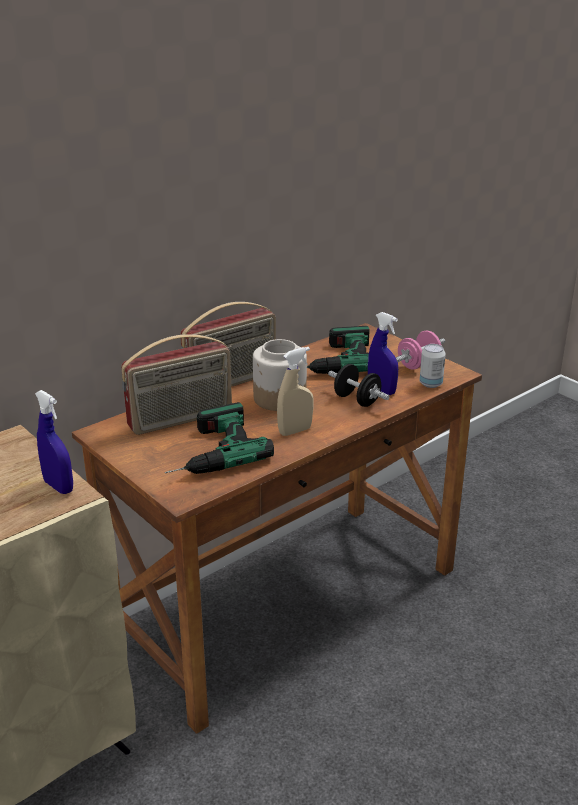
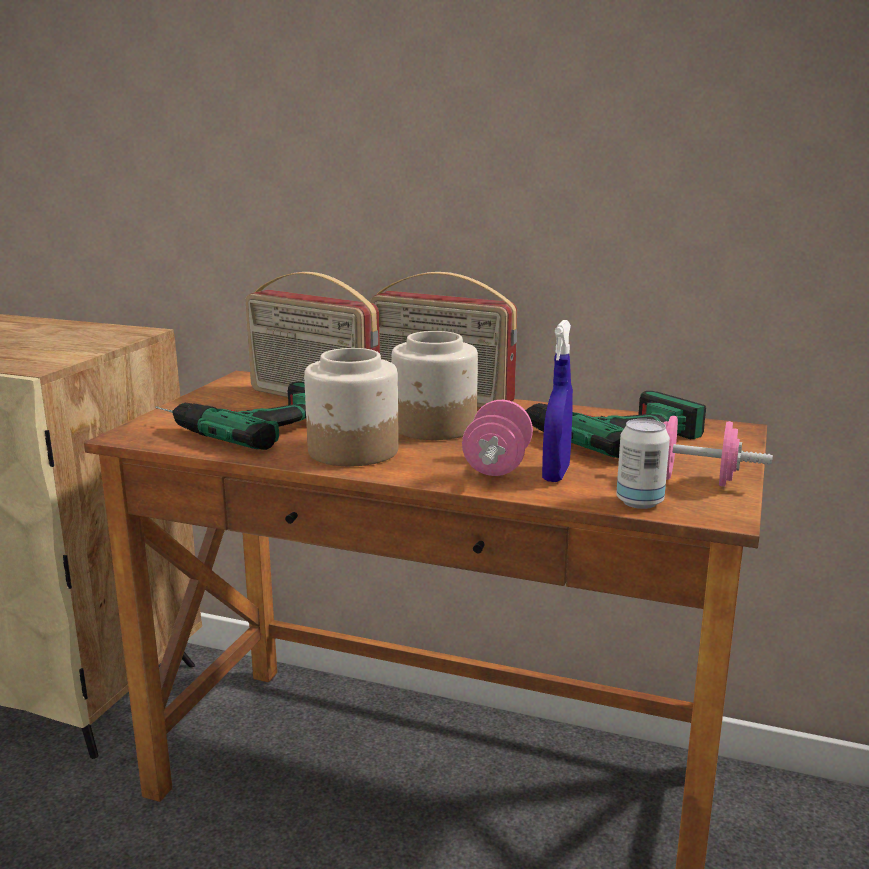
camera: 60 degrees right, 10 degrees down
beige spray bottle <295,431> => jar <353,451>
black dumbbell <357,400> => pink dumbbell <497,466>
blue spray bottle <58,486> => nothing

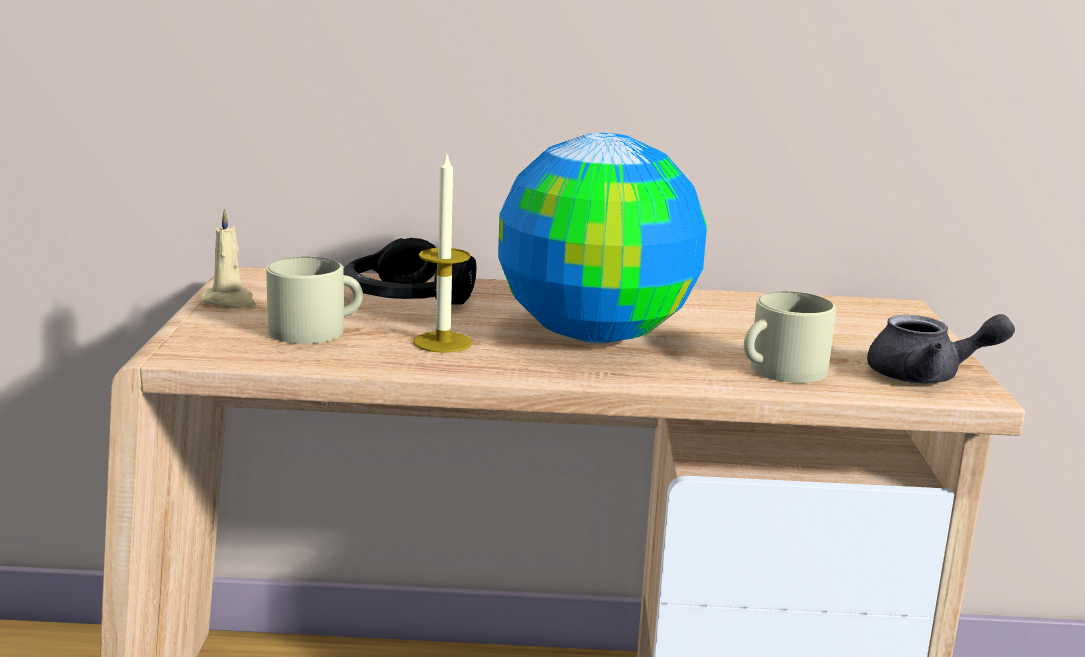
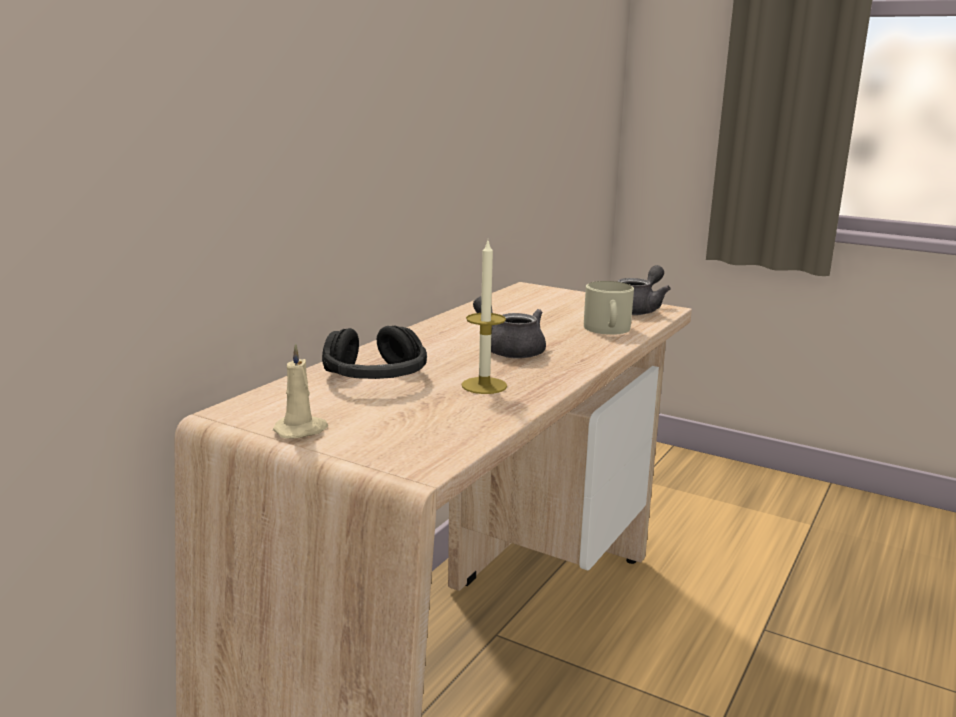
camera: 60 degrees left, 0 degrees up
globe <594,335> => grey teapot <510,349>
beige mug <316,330> => nothing

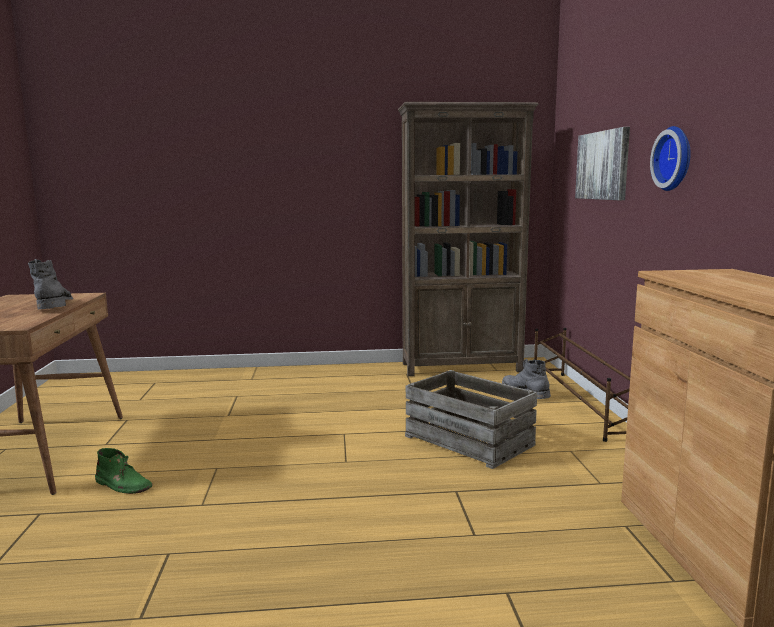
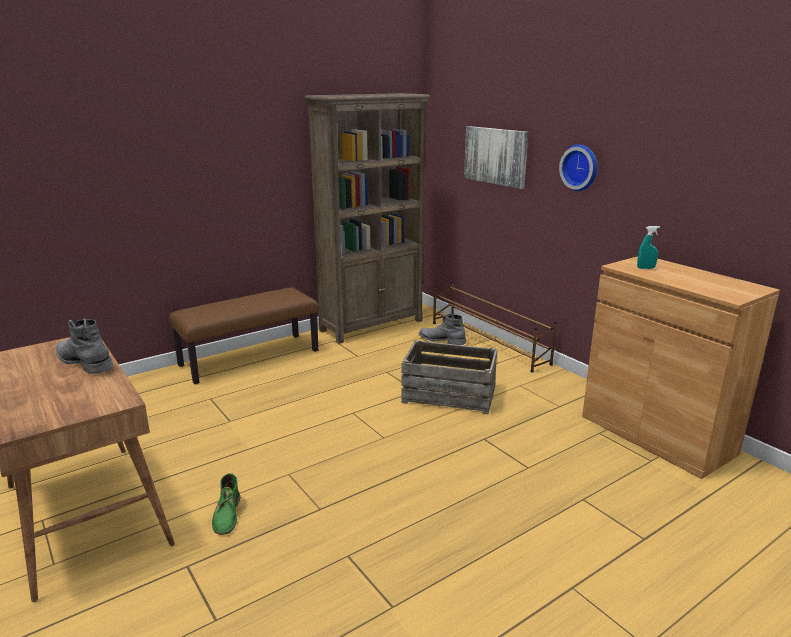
camera: 30 degrees left, 10 degrees up
green boot <123,485> => green boot <227,515>, 90 degrees clockwise
nothing => turquoise spray bottle <645,268>
nothing => brown bench <250,358>

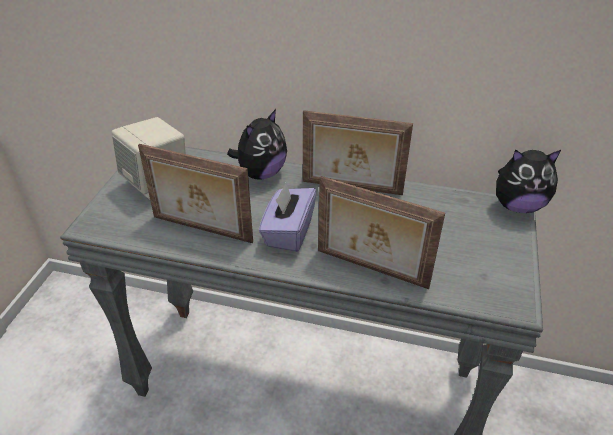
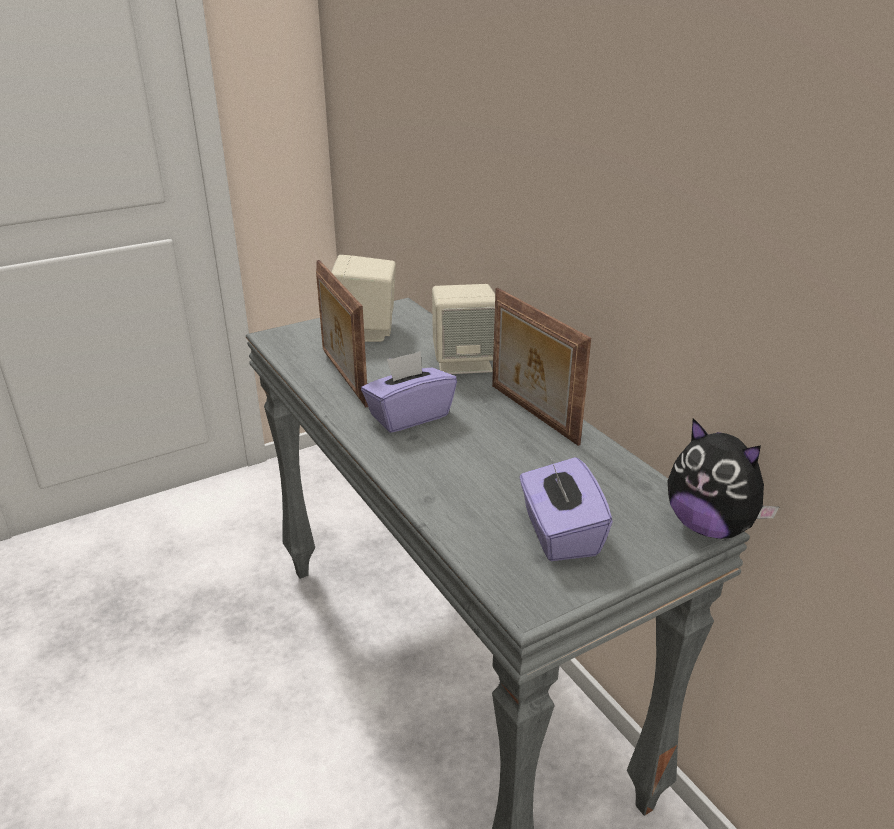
camera: 45 degrees right, 10 degrees down
plush toy <261,173> => beige speaker <464,362>
picture frame <371,270> => nothing
nothing => purple tissue box <559,533>

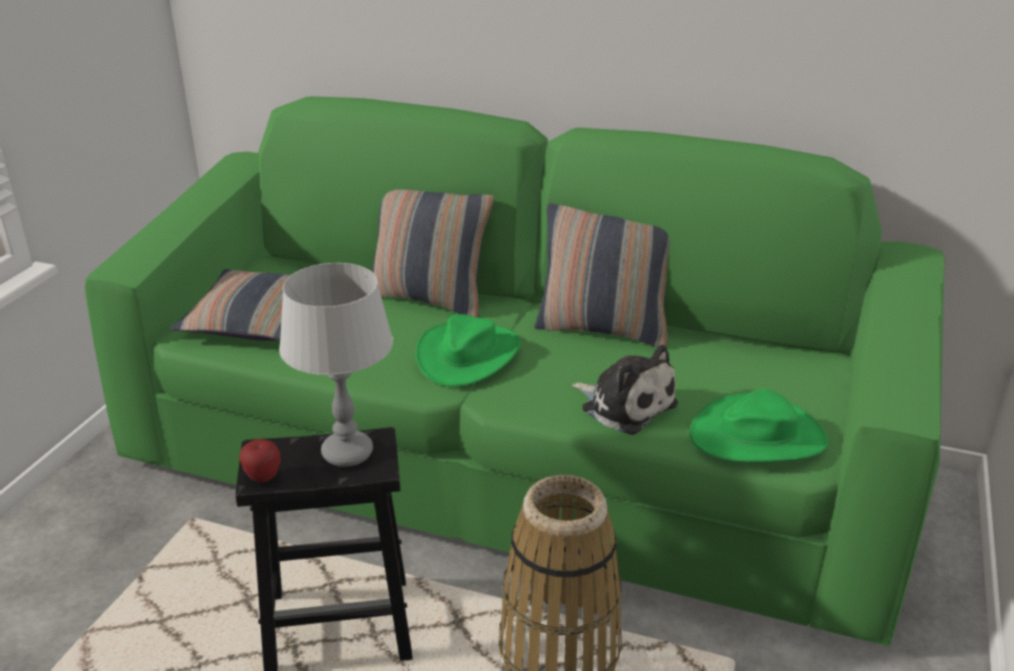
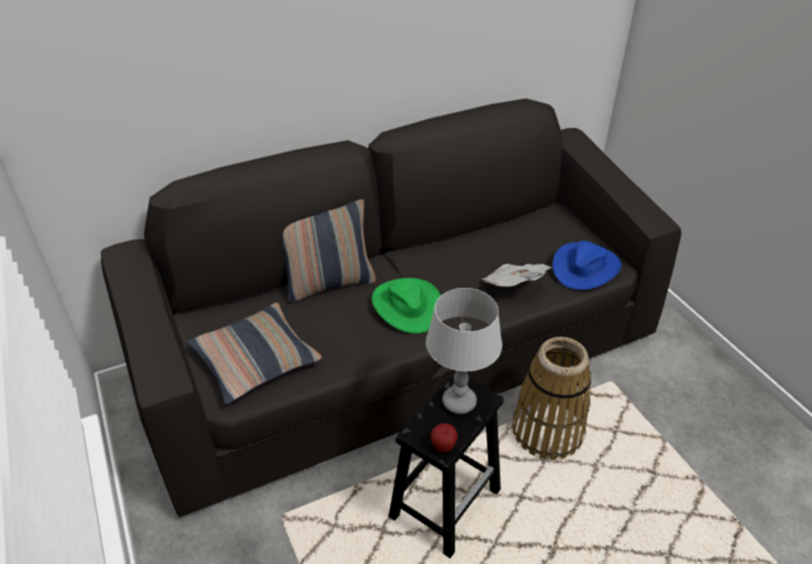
camera: 45 degrees left, 10 degrees up
green sofa <510,466> => black sofa <406,357>
pillow <603,329> => nothing
plush toy <625,405> => newspaper <513,286>
green hat <758,436> => blue hat <585,267>

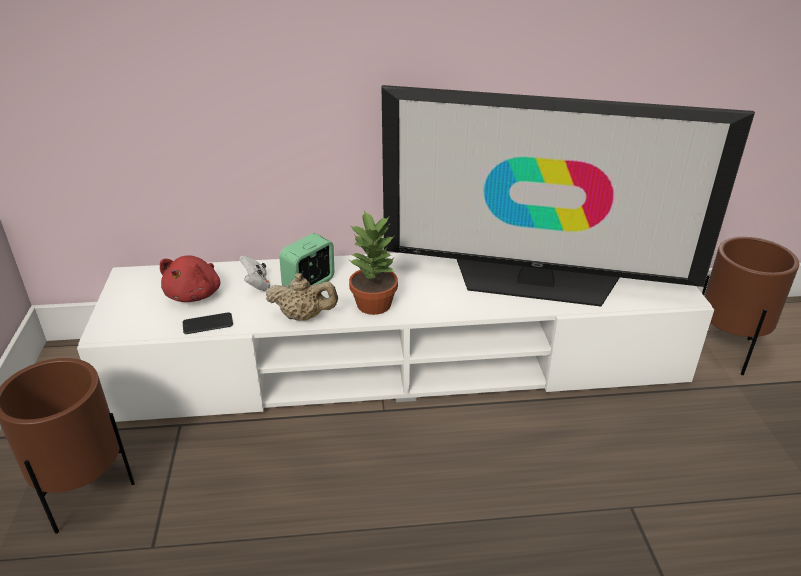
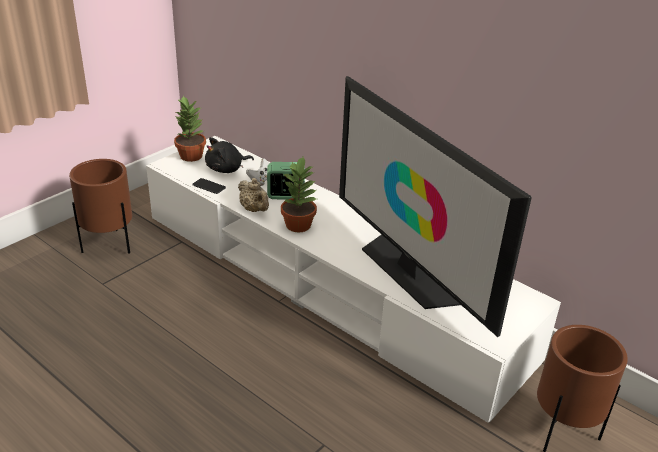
camera: 45 degrees right, 0 degrees up
red plush toy <195,294> => black plush toy <227,169>
nothing => potted plant <190,156>

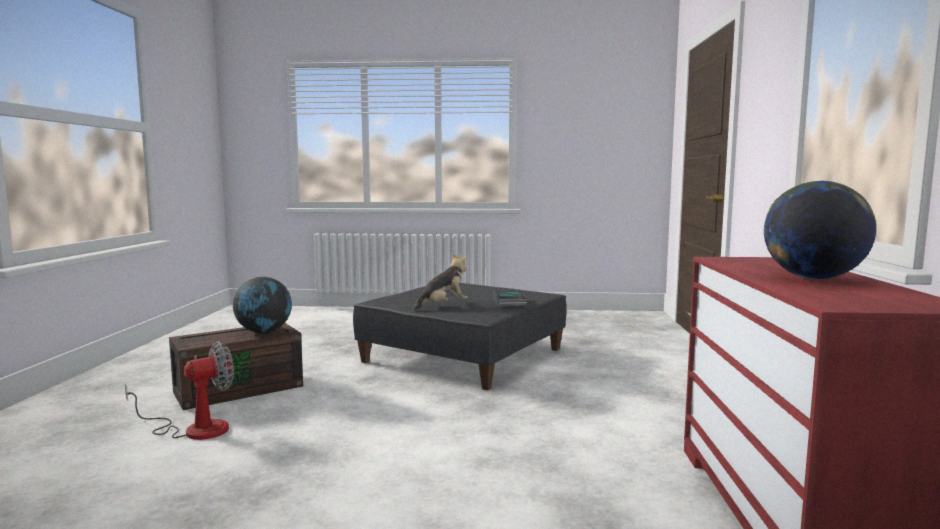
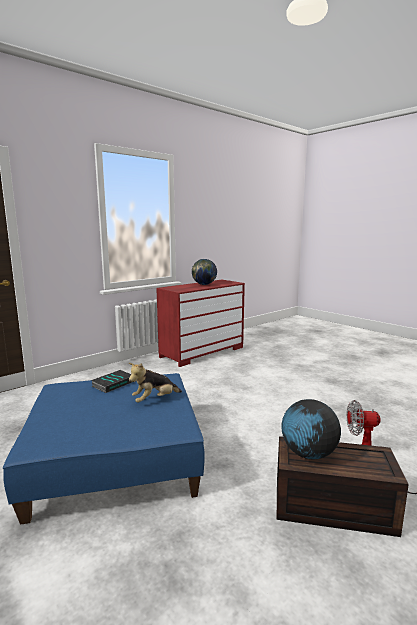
camera: 135 degrees left, 5 degrees up
plush toy <443,306> => plush toy <154,400>, 45 degrees counterclockwise
grey ottoman <464,356> => blue ottoman <116,458>

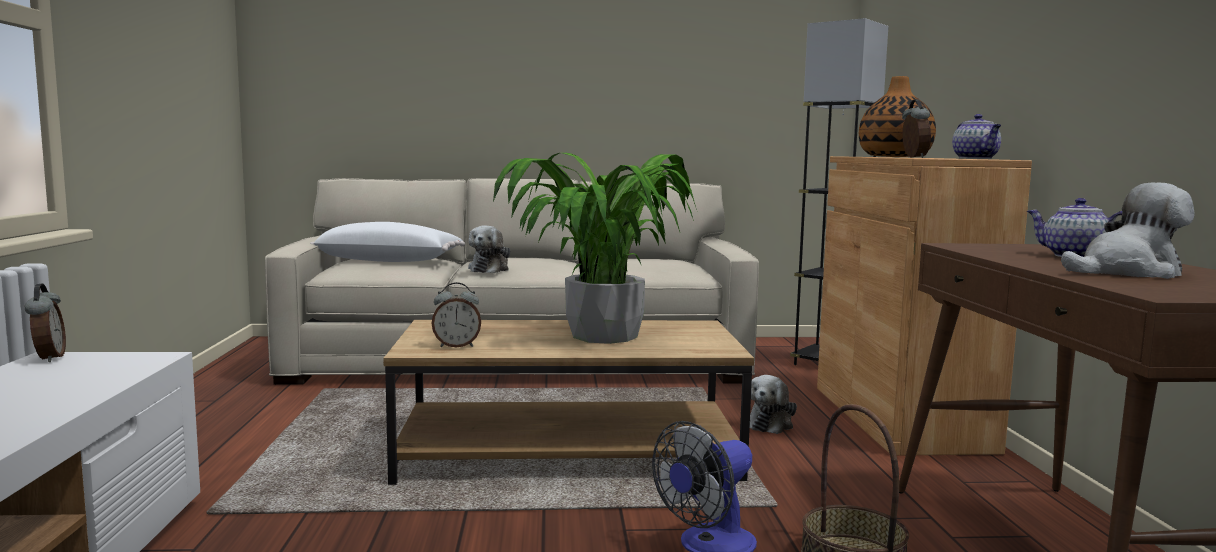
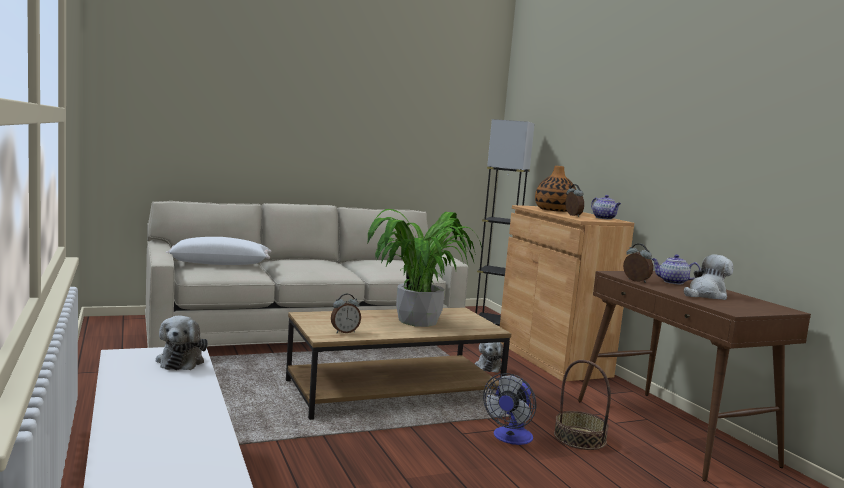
camera: 20 degrees left, 0 degrees up
plush toy <490,269> => plush toy <181,361>, moved
alarm clock <48,358> => alarm clock <635,281>, moved

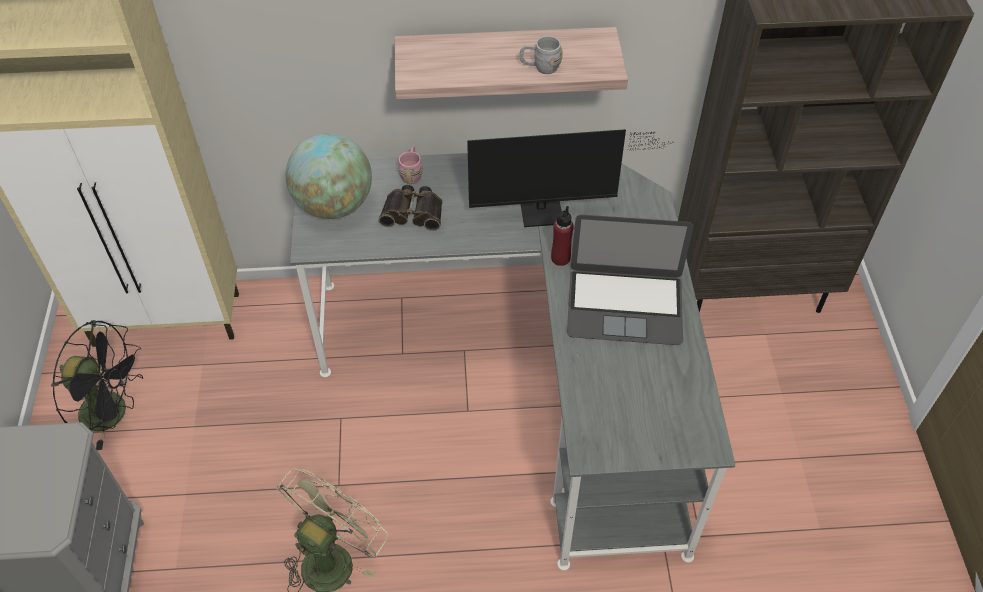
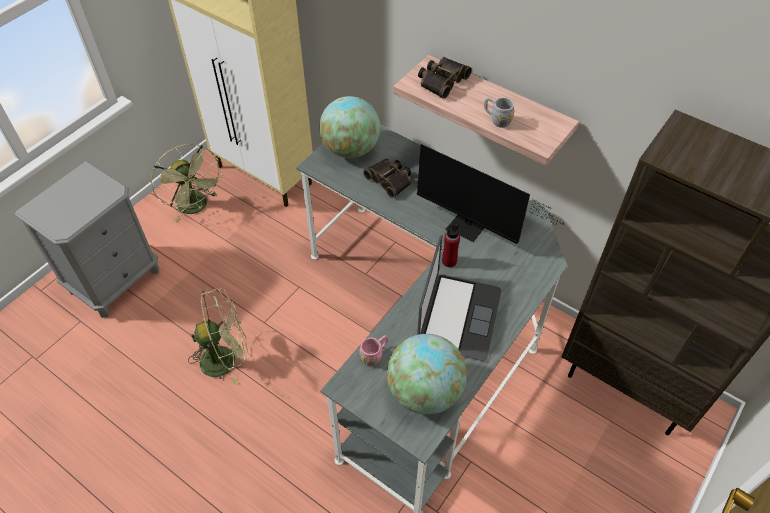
camera: 40 degrees right, 0 degrees up
pink mug <412,173> => pink mug <375,355>, moved
laptop <625,306> => laptop <459,316>, 120 degrees counterclockwise
black fan <114,412> => green fan <197,207>
nothing => binoculars <442,80>
nothing => globe <425,391>

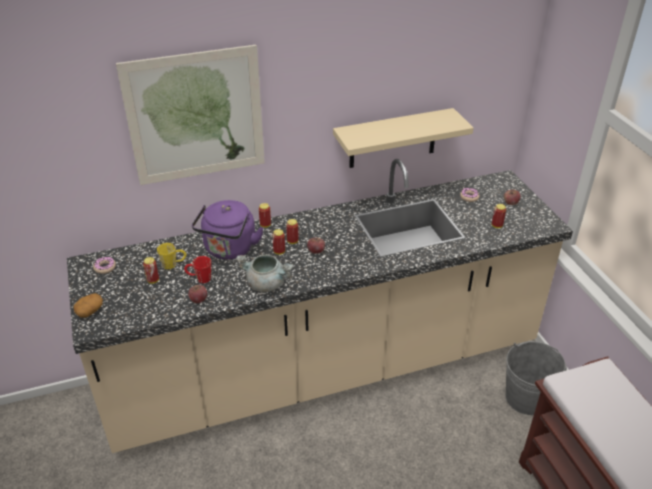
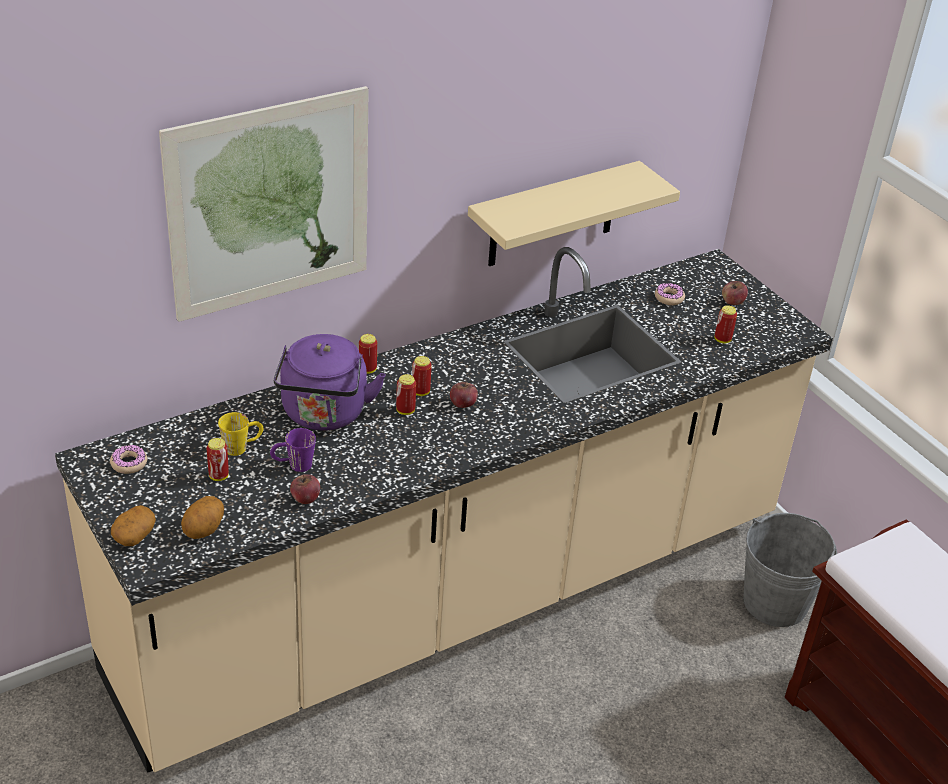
camera: 15 degrees left, 0 degrees up
grey cooking pot <266,284> => nothing
red mug <199,278> => purple mug <293,465>
nothing => potato <204,530>

